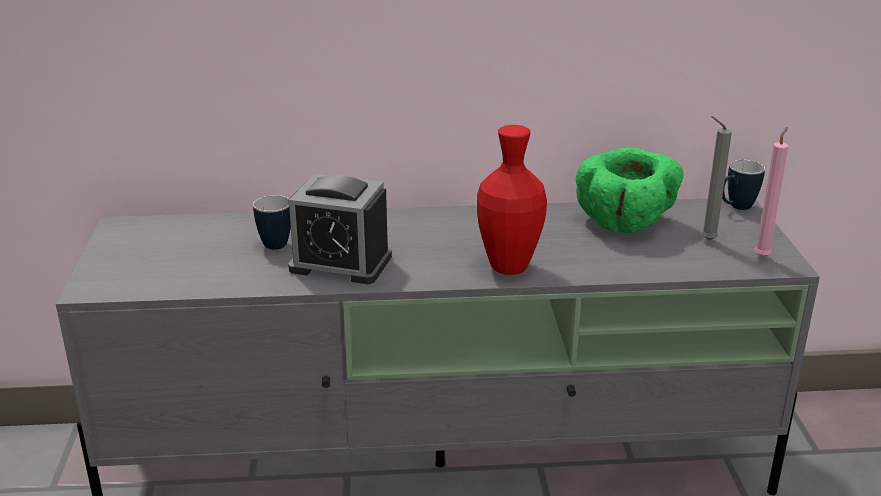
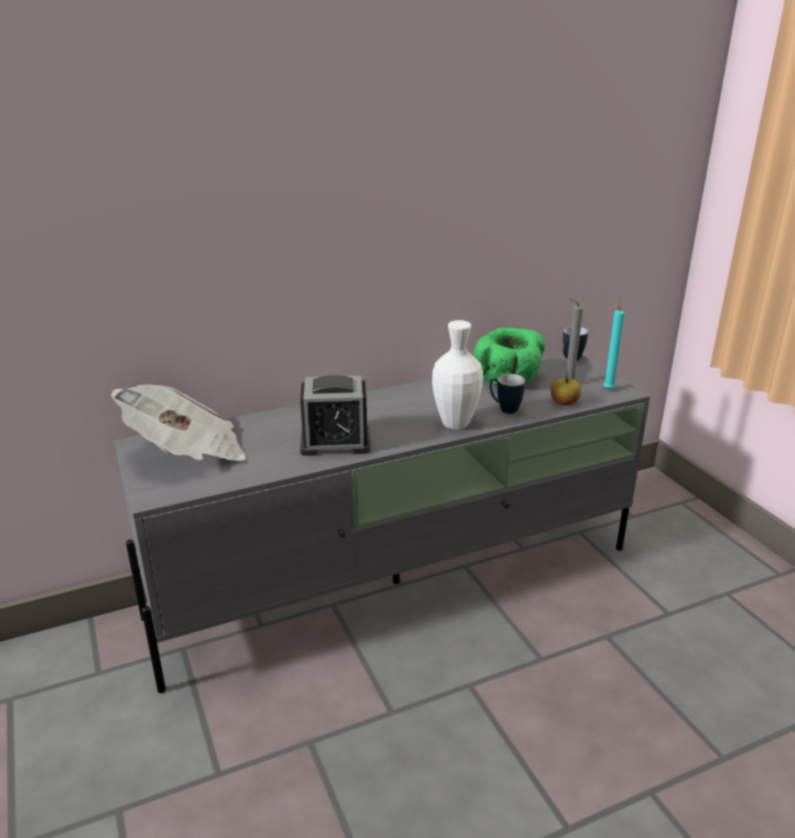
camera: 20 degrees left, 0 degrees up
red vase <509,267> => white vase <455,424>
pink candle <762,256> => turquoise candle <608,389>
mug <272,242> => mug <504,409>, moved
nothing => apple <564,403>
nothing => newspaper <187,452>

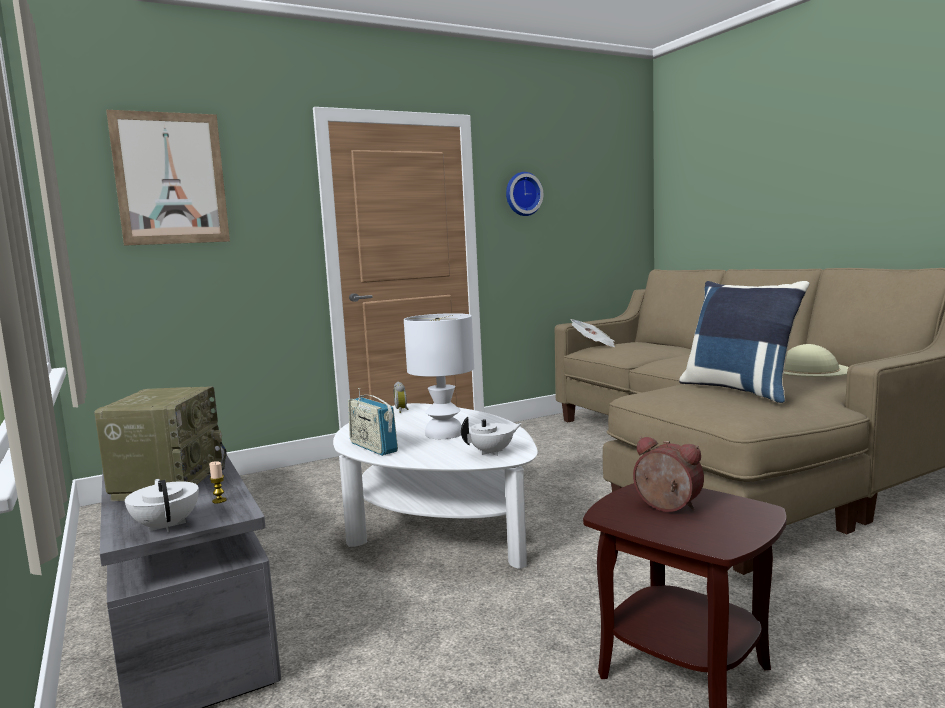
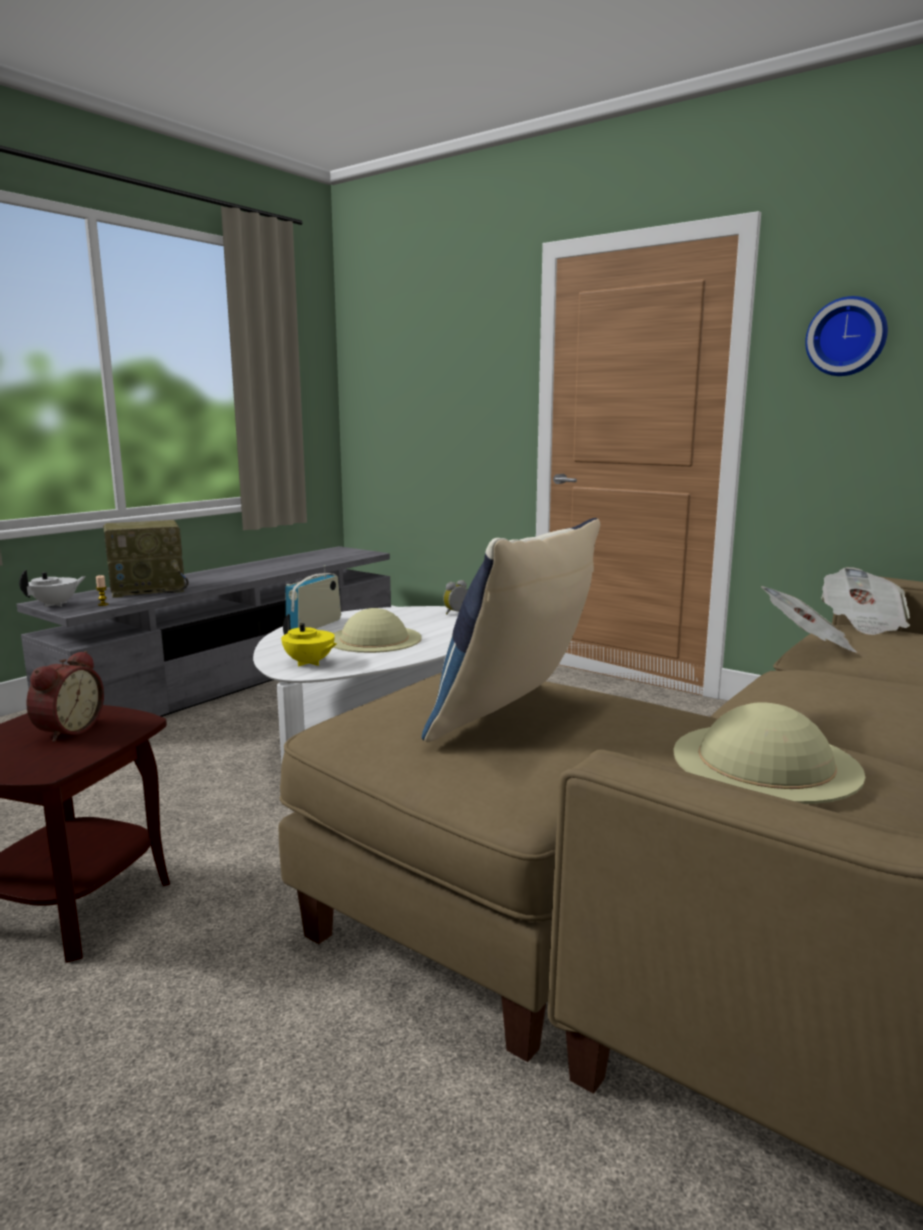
camera: 65 degrees right, 5 degrees up
picture <170,179> => nothing
white table lamp <444,433> => beige hat <374,639>
white teapot <492,452> => yellow teapot <309,663>
nothing => newspaper <807,643>

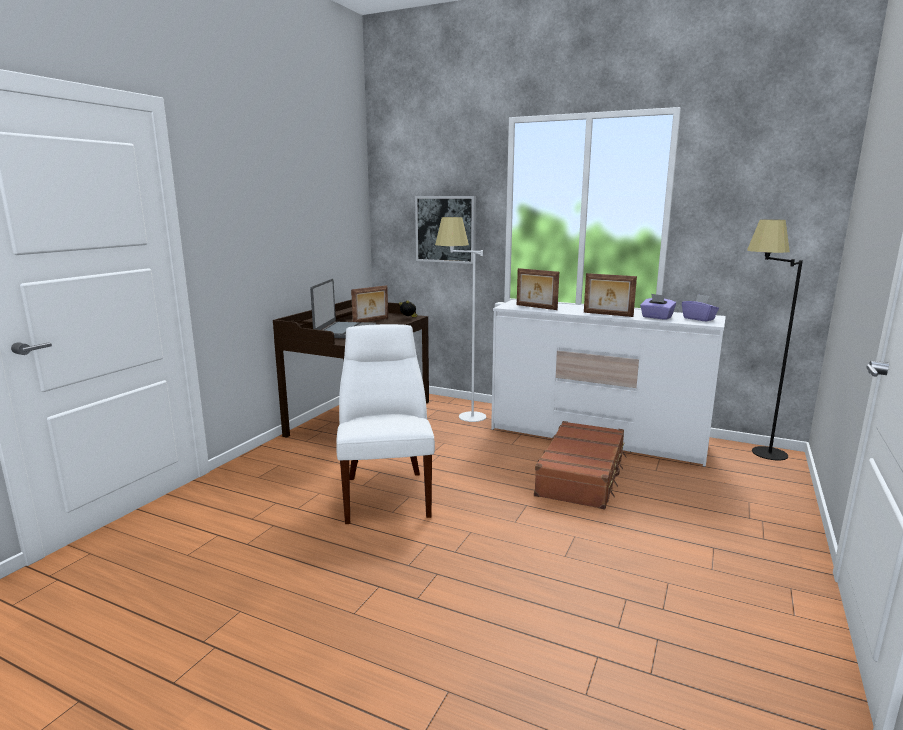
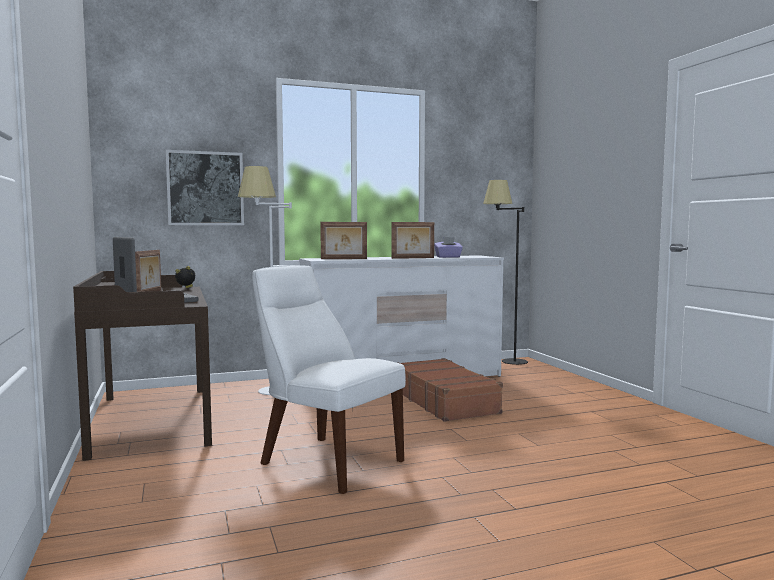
camera: 45 degrees left, 10 degrees down
purple tissue box <698,319> => nothing

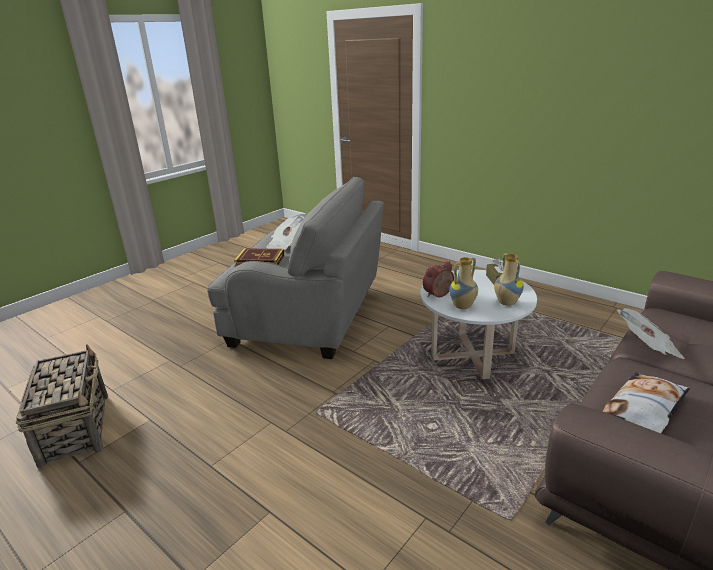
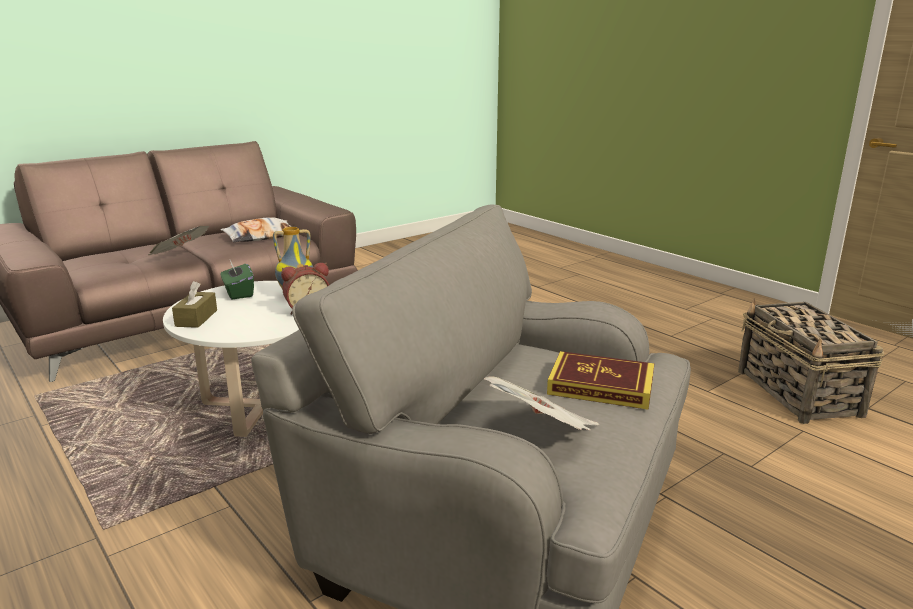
camera: 170 degrees left, 5 degrees down
vase <506,303> => green tissue box <238,293>

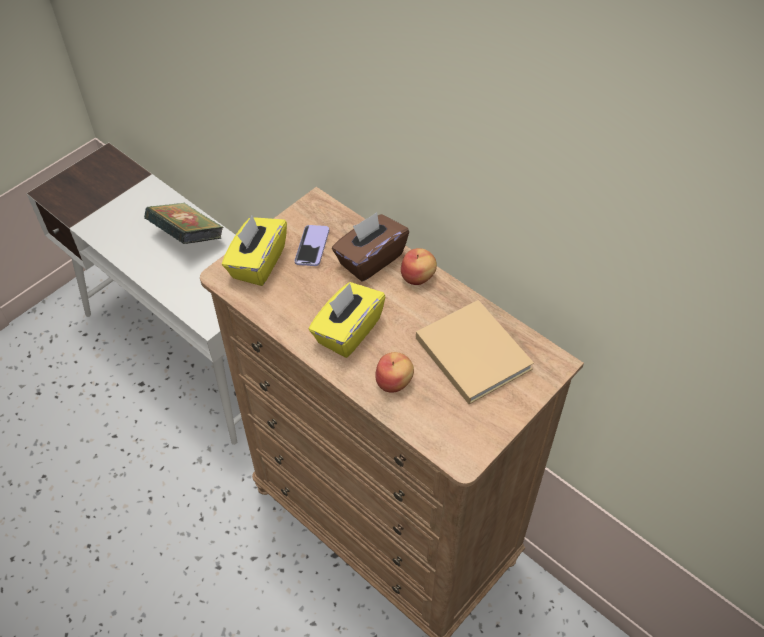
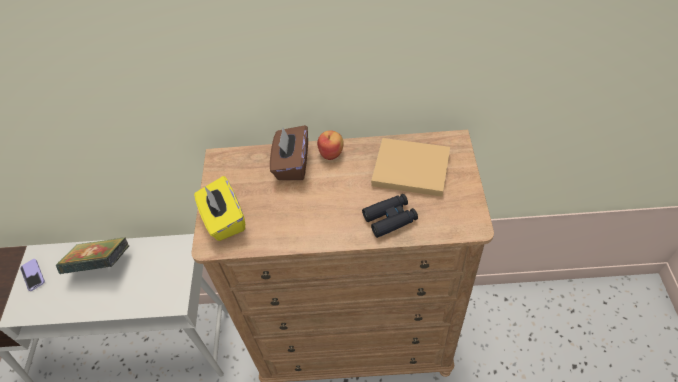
camera: 40 degrees left, 0 degrees up
phone <312,246> => phone <33,275>, moved
yellow tissue box <347,331> => nothing
apple <394,382> => black binoculars <390,218>

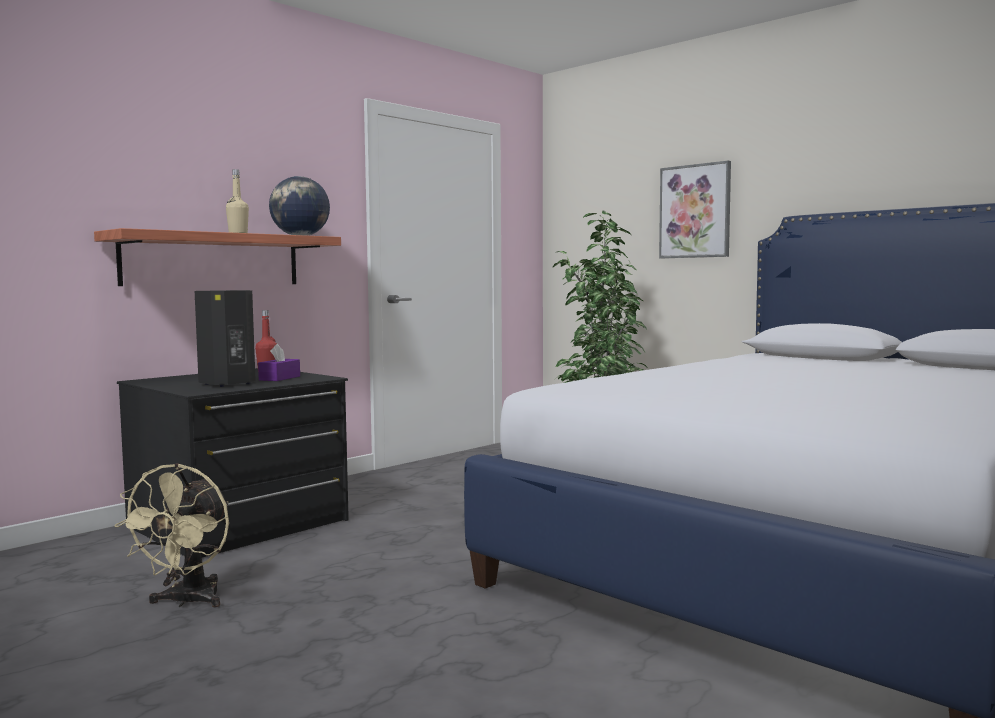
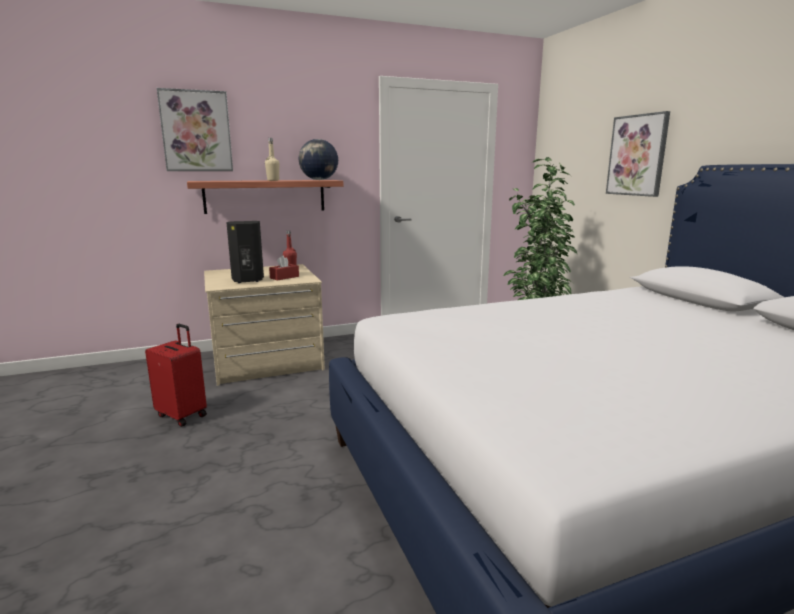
camera: 25 degrees right, 10 degrees up
purple tissue box <279,378> => red tissue box <284,277>
black dresser <240,524> => beige dresser <267,361>
beige fan <187,601> => red suitcase <183,415>
nothing => picture <196,131>

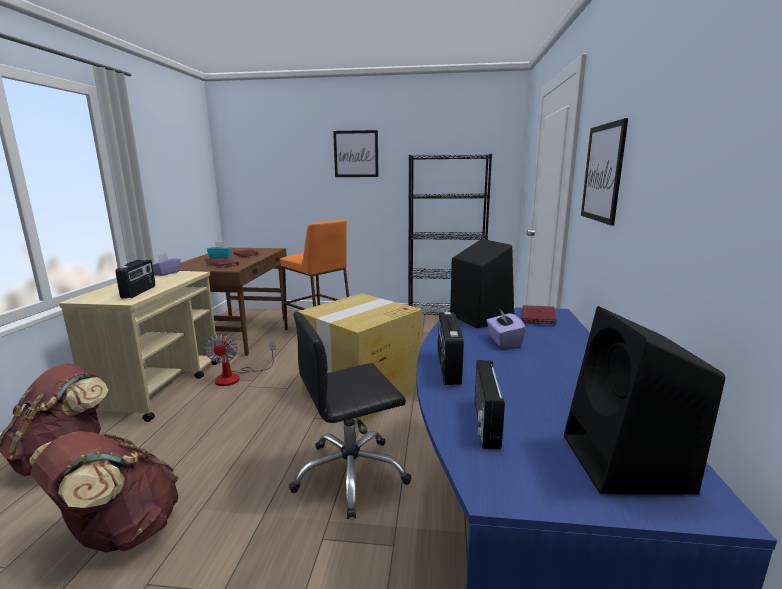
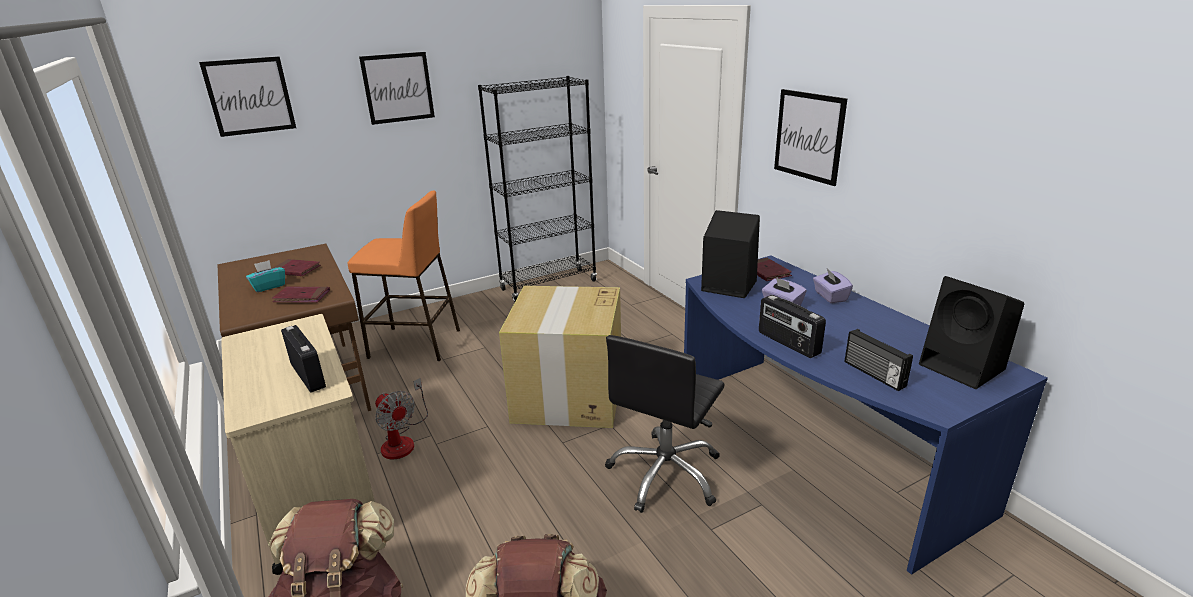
camera: 35 degrees left, 10 degrees up
purple tissue box <166,273> => purple tissue box <830,296>, moved
nothing => picture <250,96>

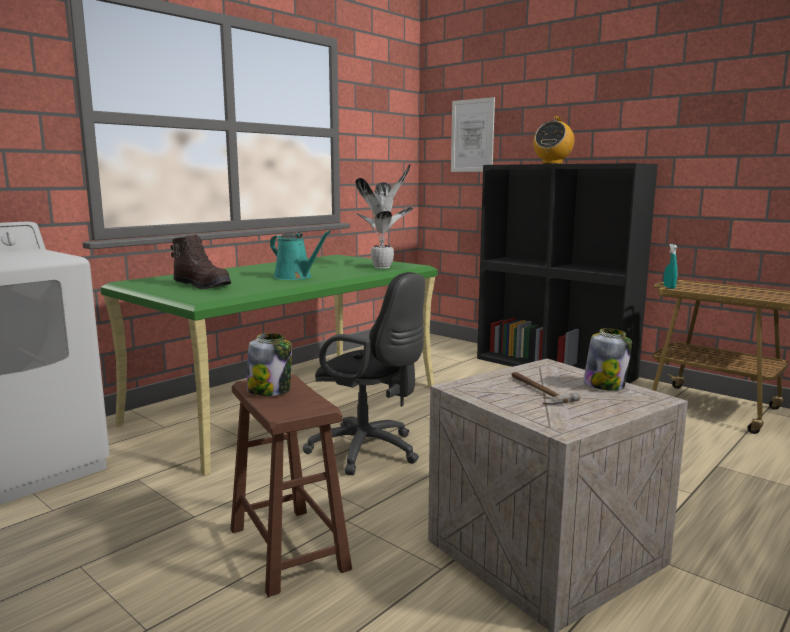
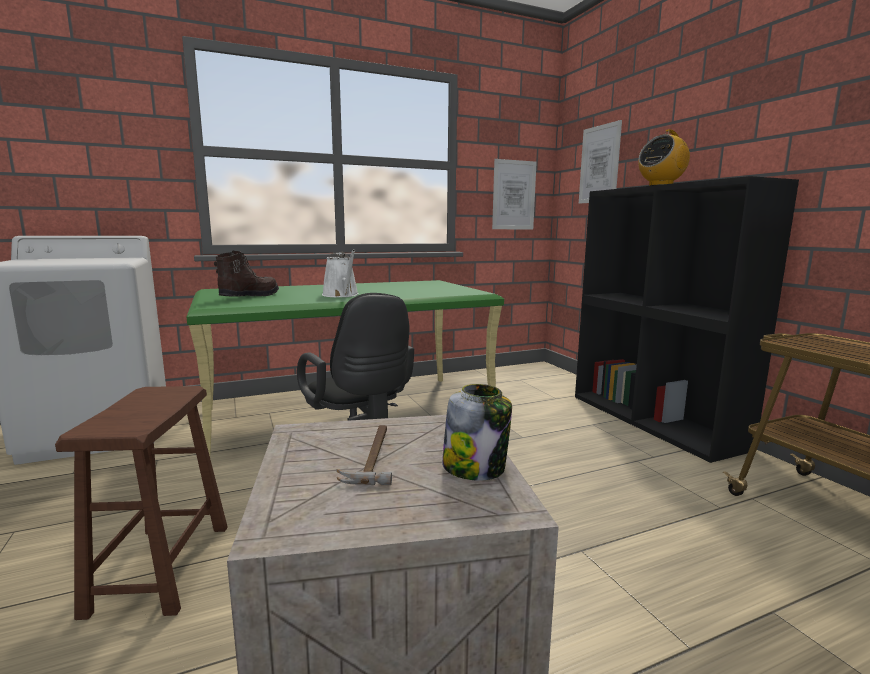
camera: 25 degrees right, 0 degrees up
potted plant <384,267> => nothing
turquoise watering can <295,277> => white watering can <341,295>
brown boot <202,286> => brown boot <249,296>, 120 degrees counterclockwise
turquoise spray bottle <669,287> => nothing
jar <270,390> => nothing
nothing => picture <514,195>

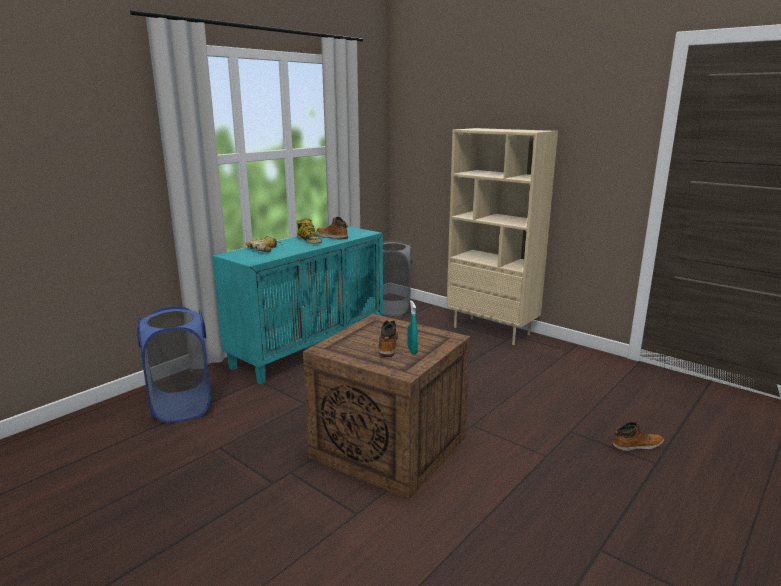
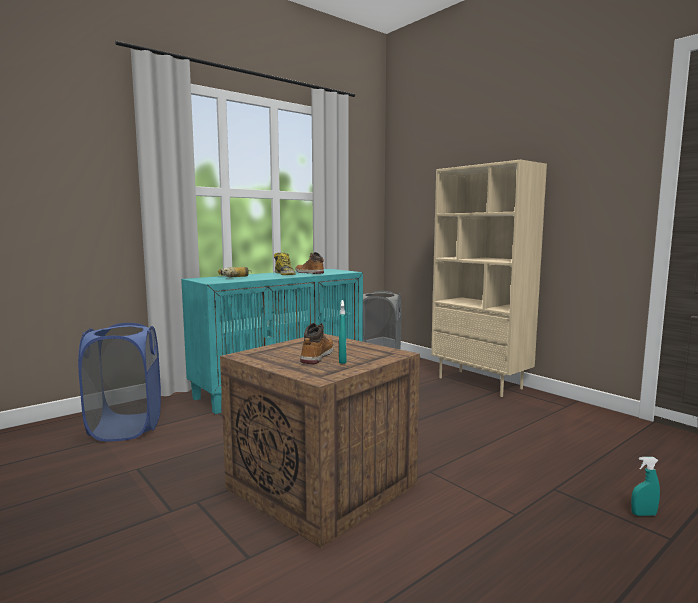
camera: 10 degrees right, 10 degrees down
boot <636,446> => turquoise spray bottle <643,514>

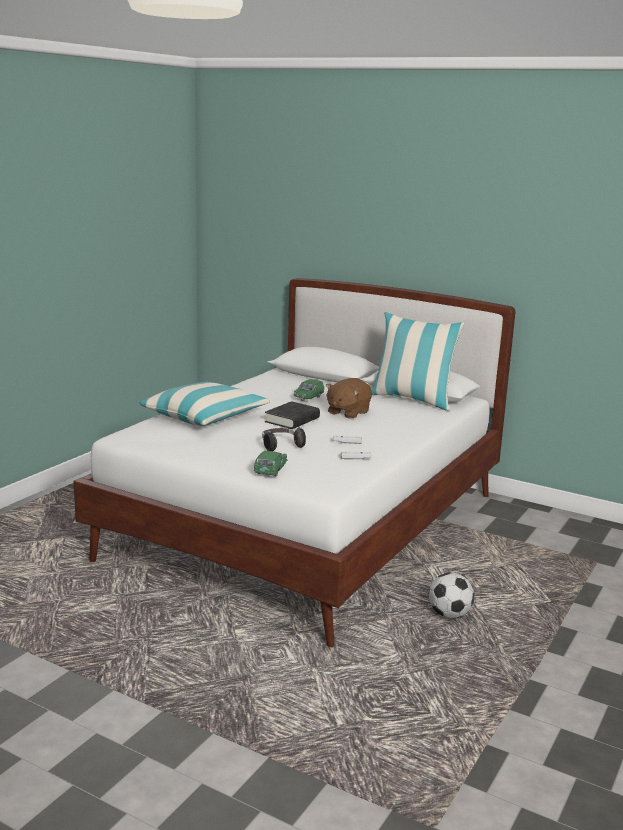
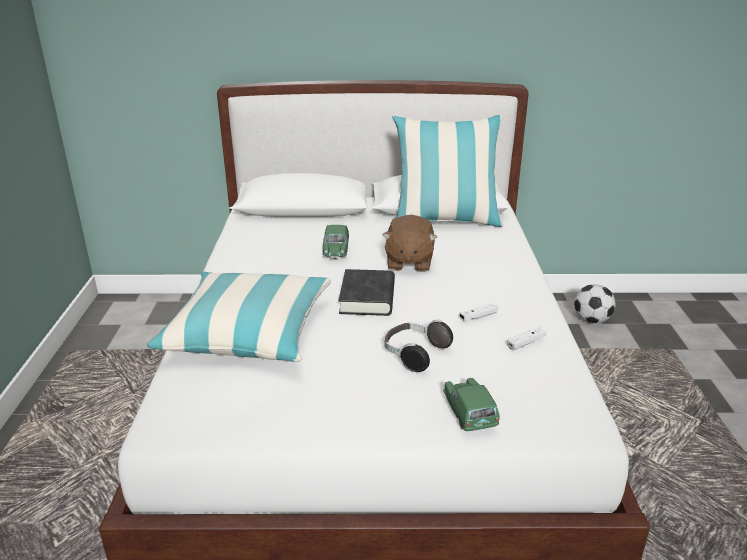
camera: 30 degrees left, 10 degrees up
football <449,614> => football <591,320>, moved

